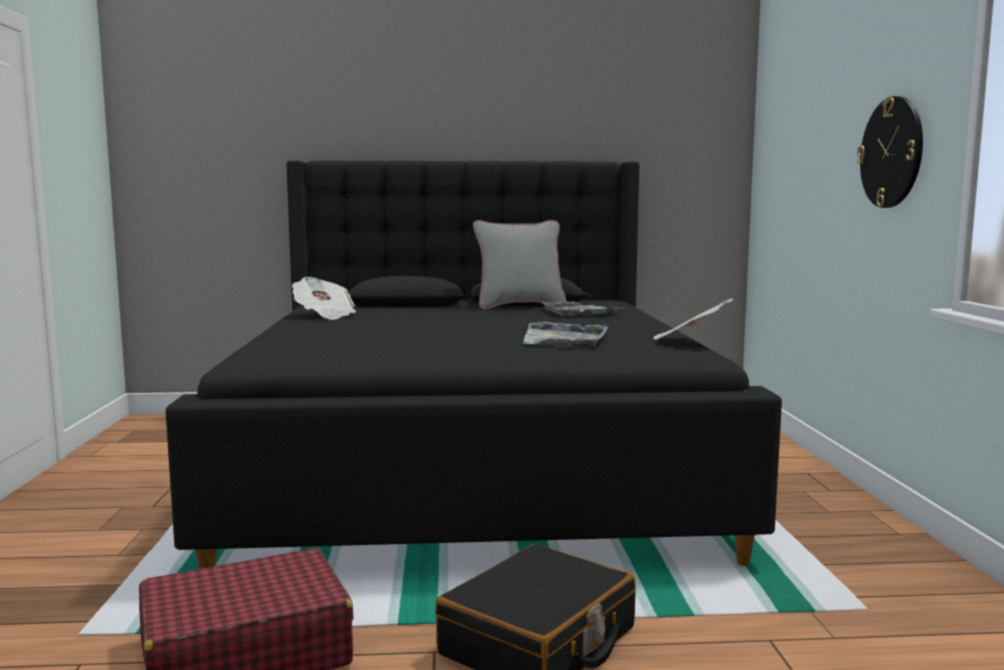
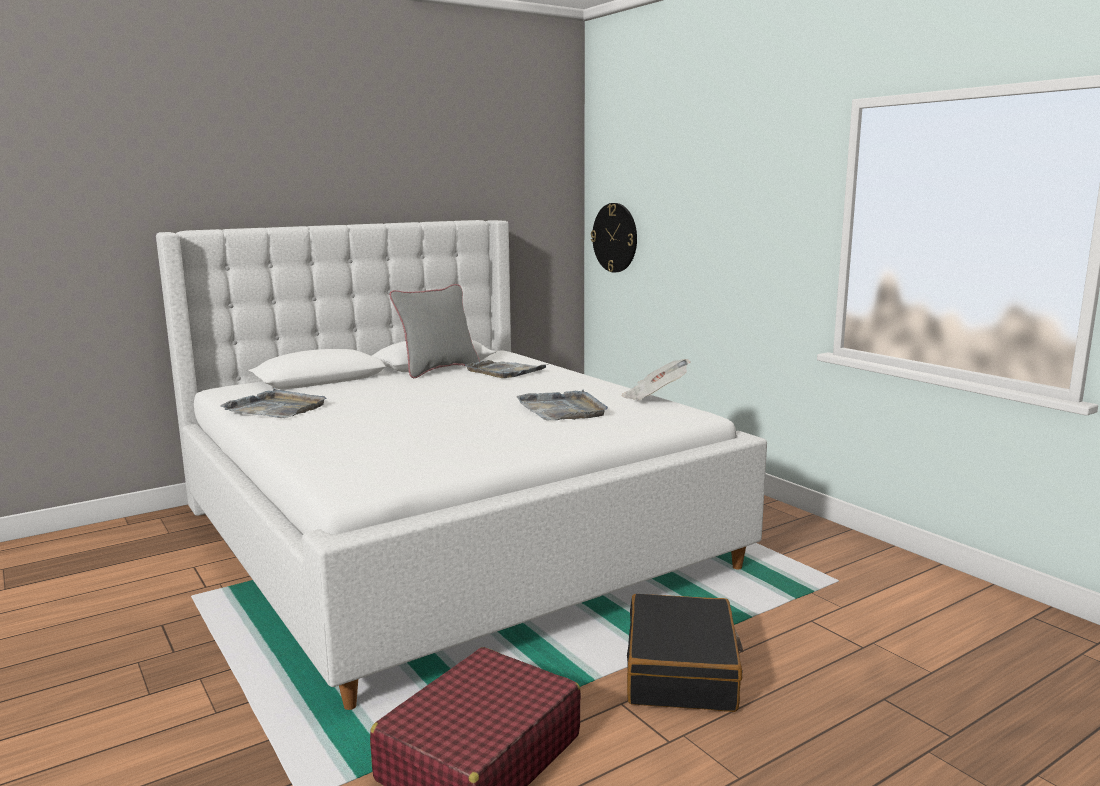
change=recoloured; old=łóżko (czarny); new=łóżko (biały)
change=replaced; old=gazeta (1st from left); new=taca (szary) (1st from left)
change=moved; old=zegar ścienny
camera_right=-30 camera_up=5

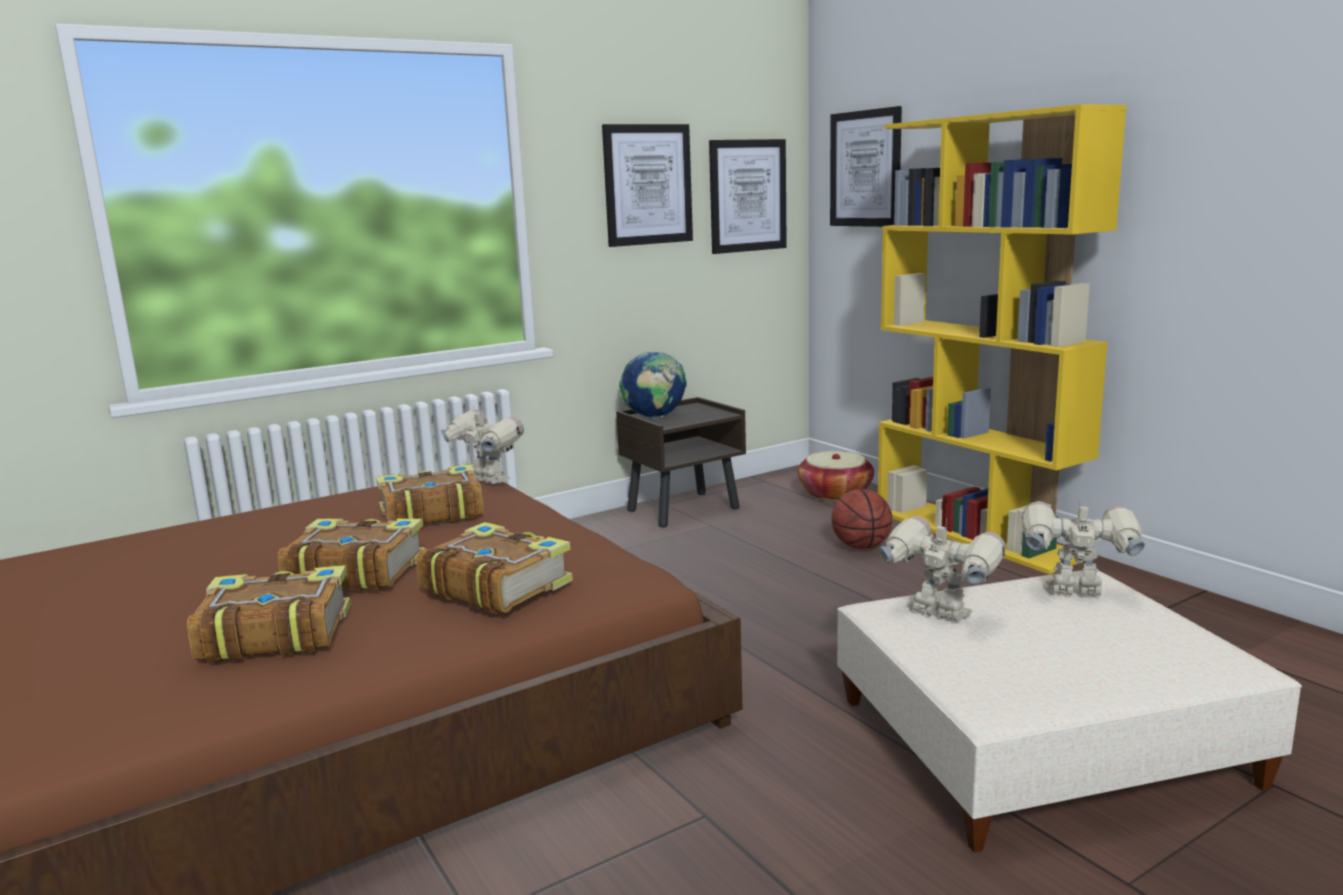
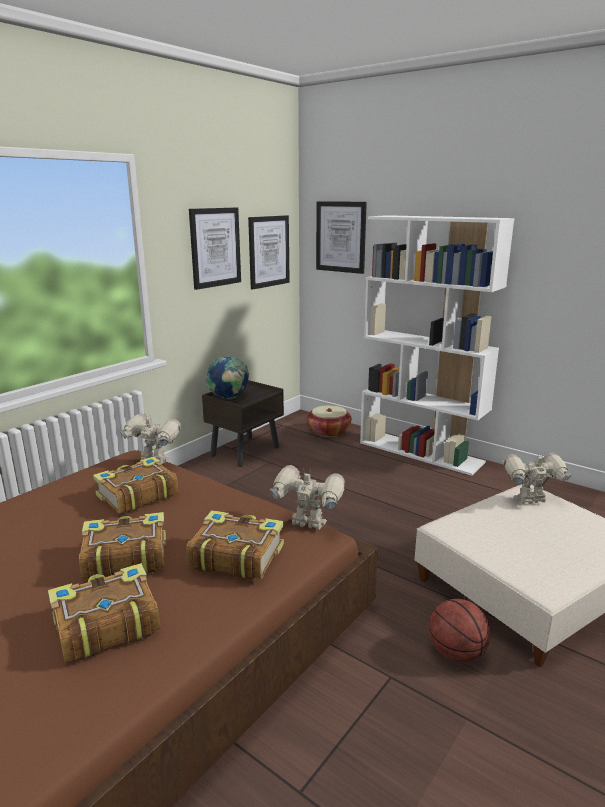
change=moved; old=robot zabawkowy (2nd from left)
change=recoloured; old=regał (żółty); new=regał (biały)
change=moved; old=piłka do koszykówki
camera_right=-20 camera_up=5

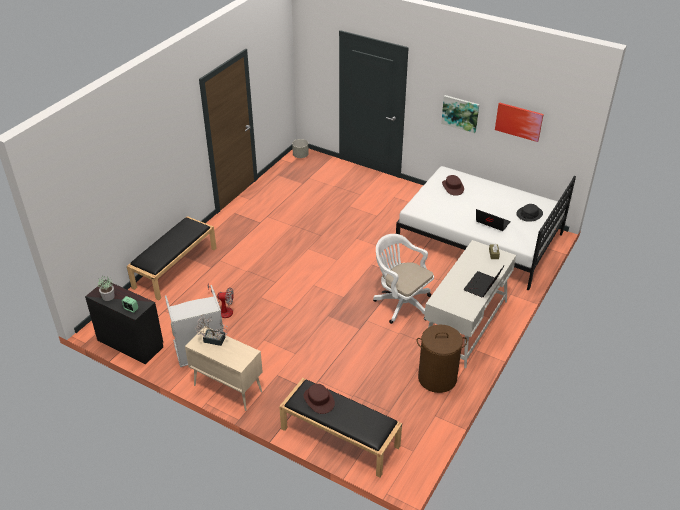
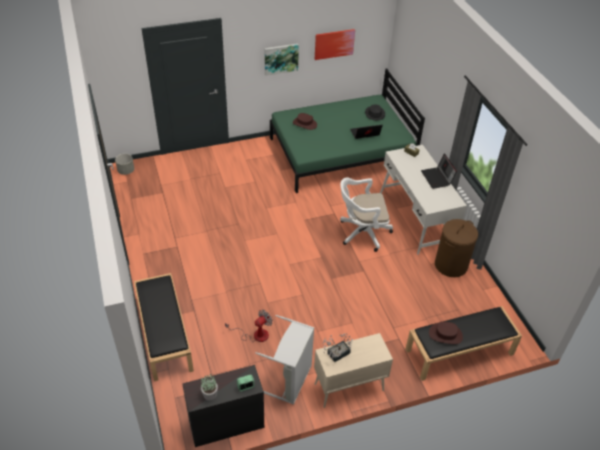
change=recoloured; old=łóżko (biały); new=łóżko (zielony)
camera_right=-50 camera_up=5

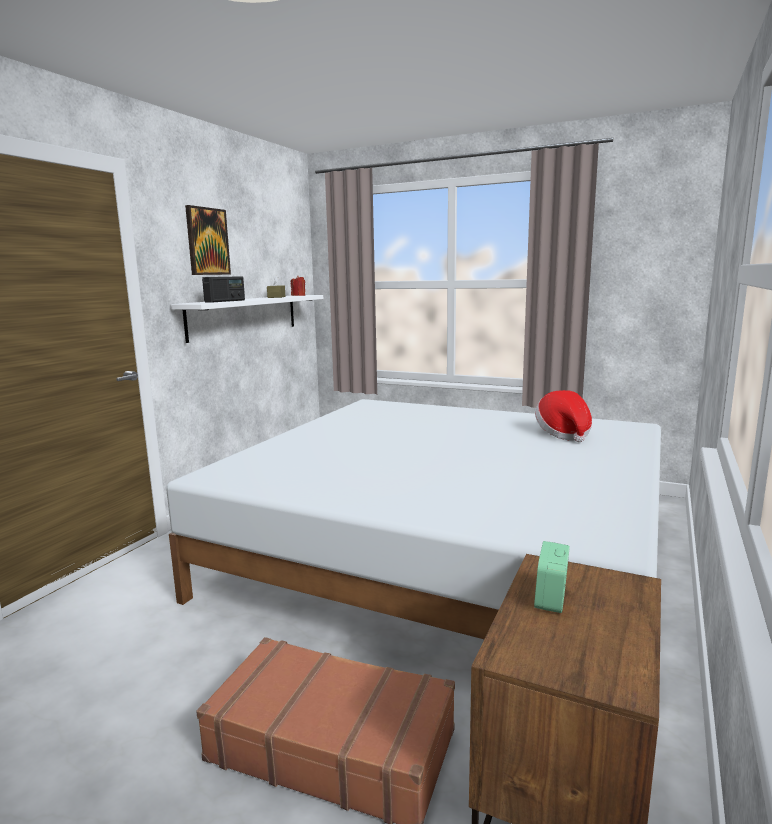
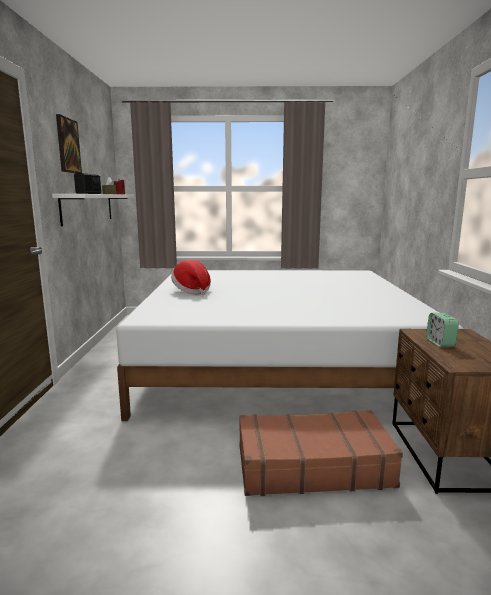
change=moved; old=kapelusz
camera_right=-25 camera_up=0

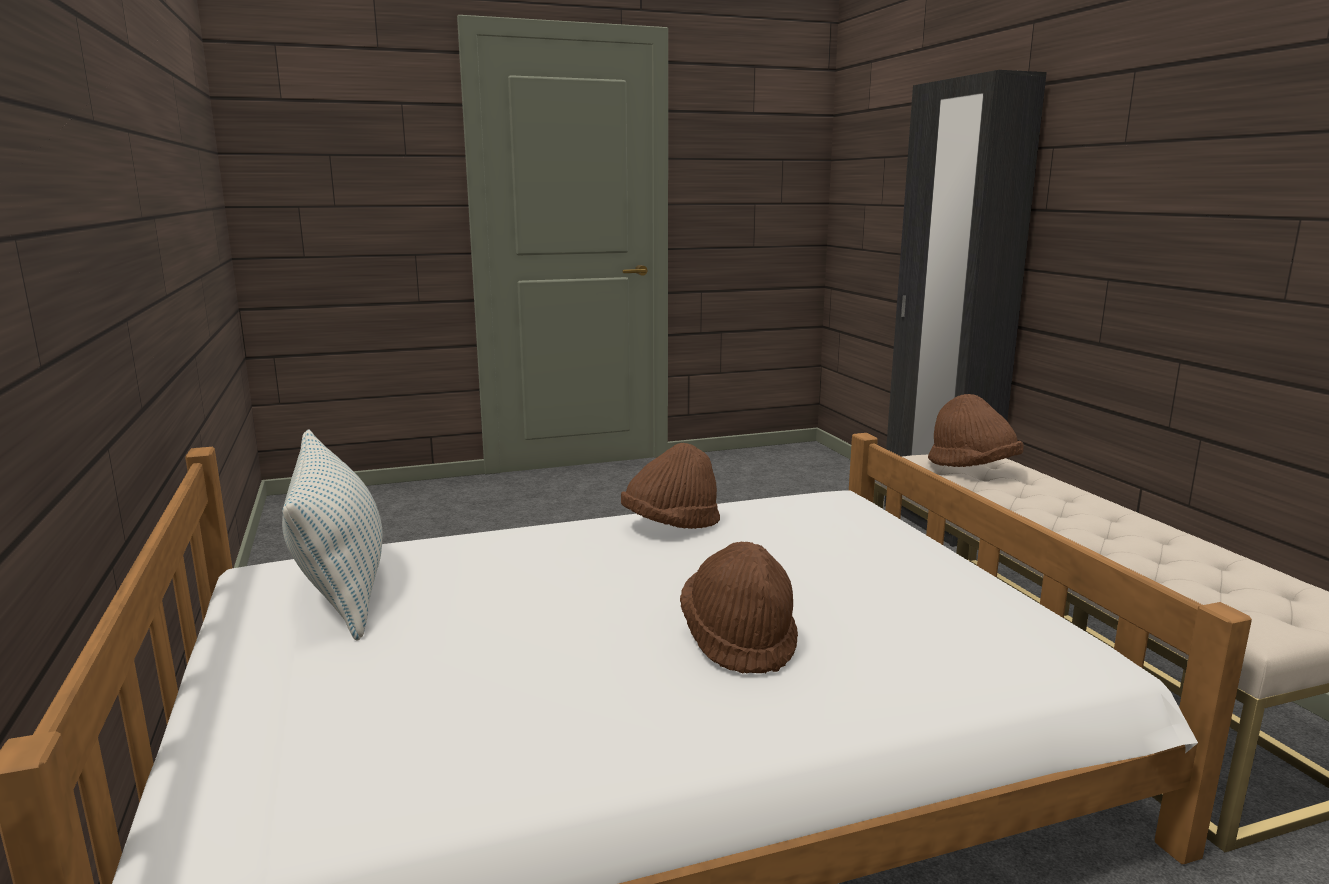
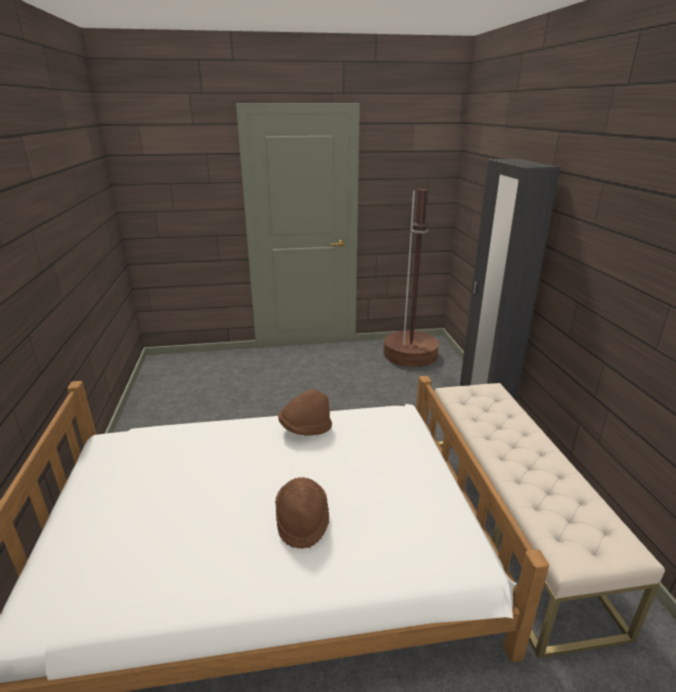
change=added; new=lampa stojąca (brązowy)
change=removed; old=poduszka
change=removed; old=kapelusz (brązowy) (3rd from left)
camera_right=10 camera_up=10

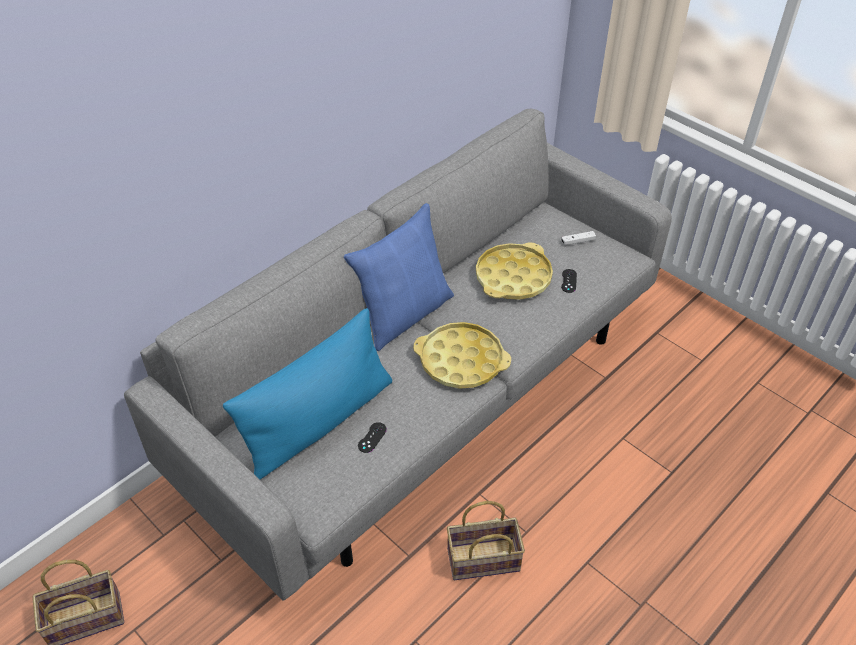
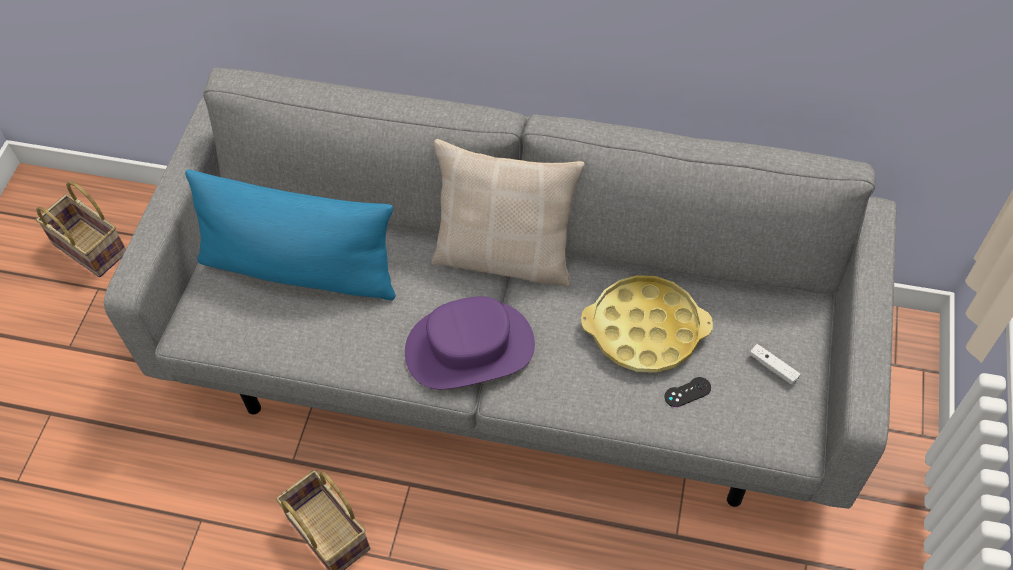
change=replaced; old=taca (żółty) (1st from left); new=kapelusz (fioletowy)
change=recoloured; old=poduszka (niebieski) (2nd from left); new=poduszka (beżowy)
change=removed; old=pad do gier (czarny) (1st from left)
camera_right=60 camera_up=10

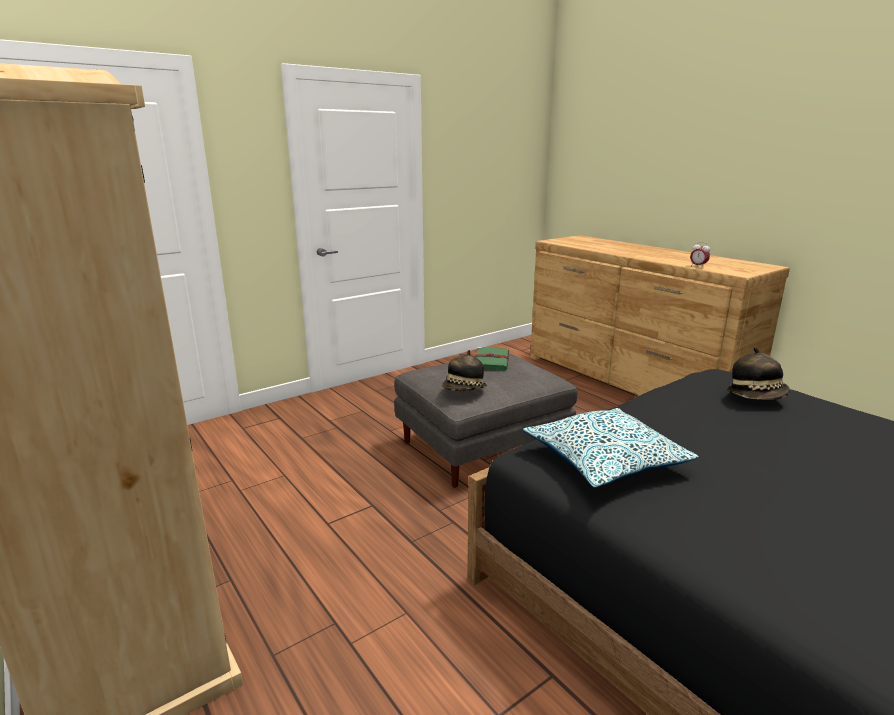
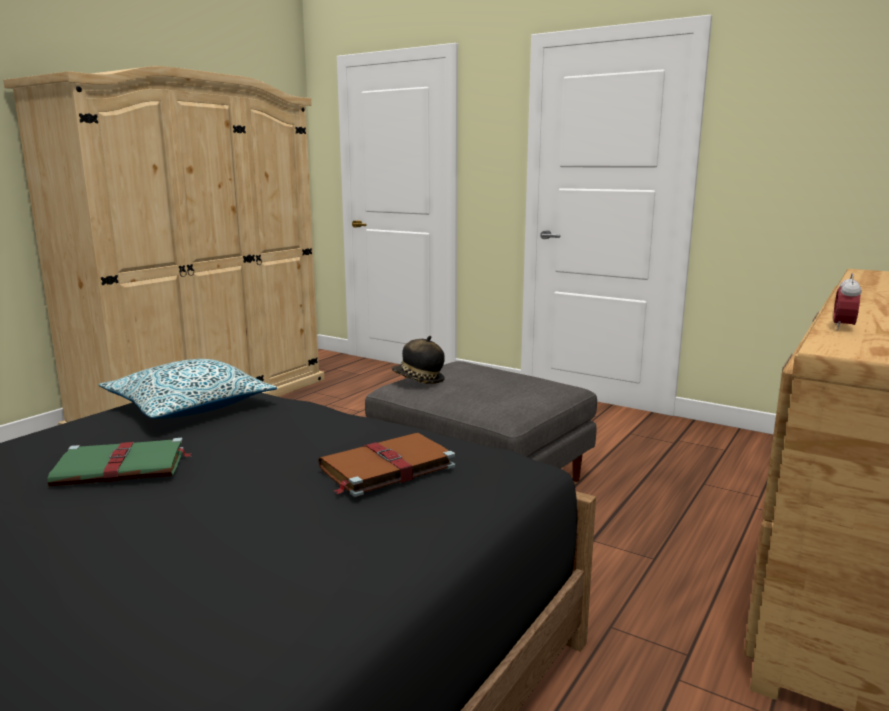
change=moved; old=książka (zielony)
change=replaced; old=kapelusz (2nd from left); new=książka (brązowy)
camera_right=70 camera_up=-5

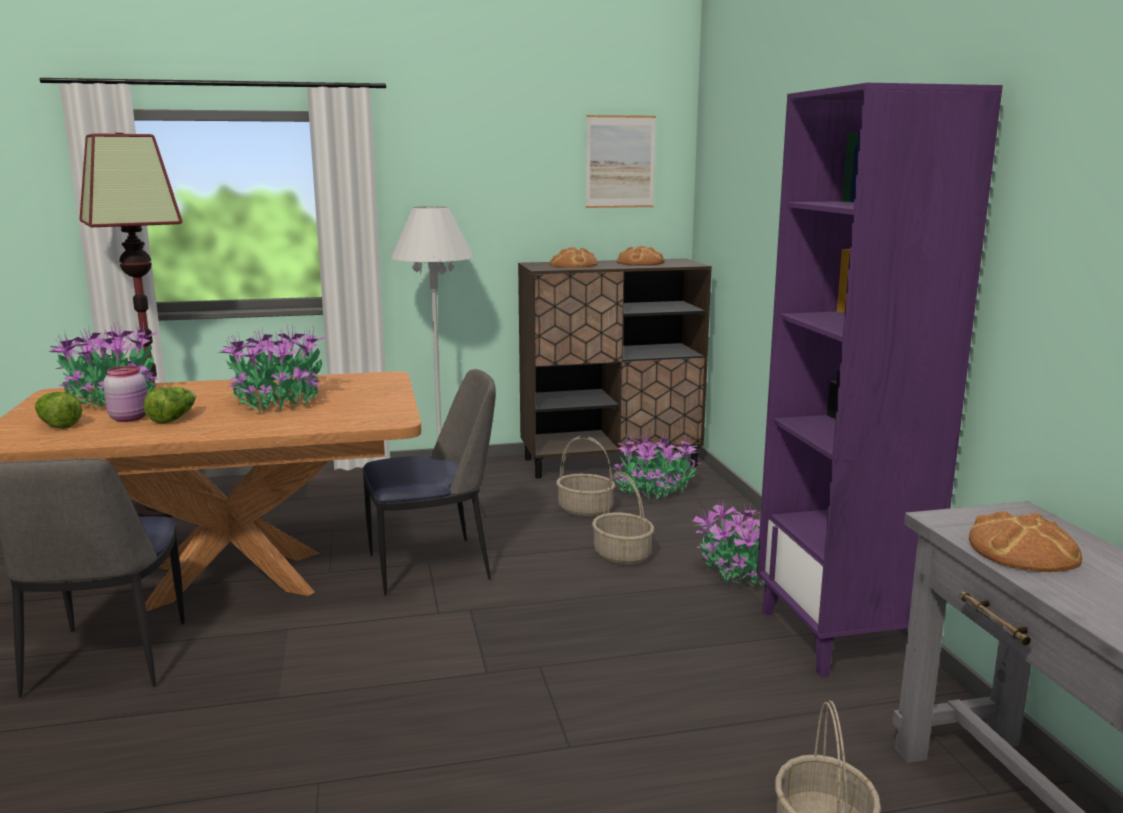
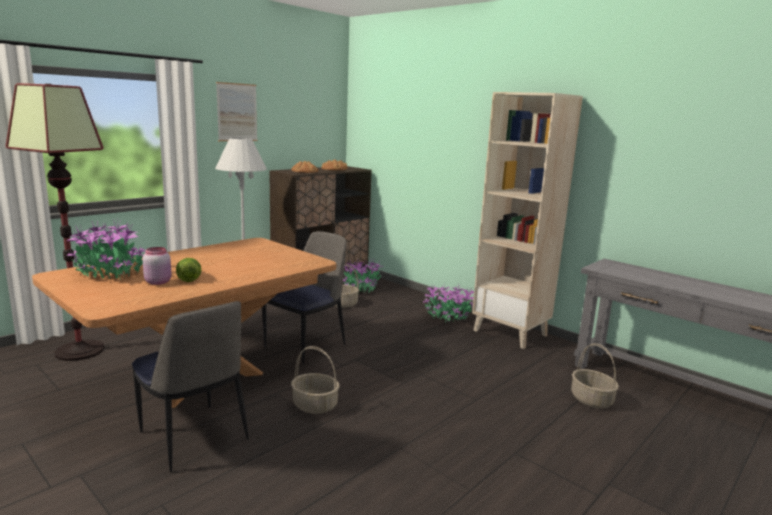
change=moved; old=obraz
change=moved; old=koszyk (2nd from left in the first image); new=koszyk (1st from left)
change=recoloured; old=regał (fioletowy); new=regał (beżowy)
change=removed; old=sałata (1st from left)
change=removed; old=roślina doniczkowa (2nd from left)
change=removed; old=chleb (3rd from left)
camera_right=-35 camera_up=0

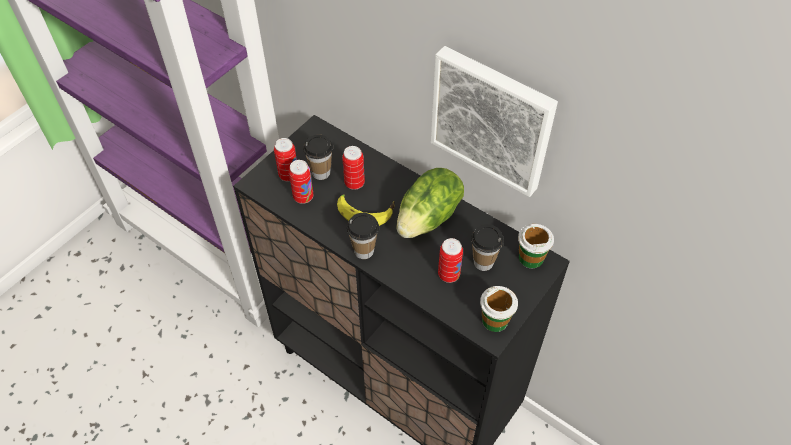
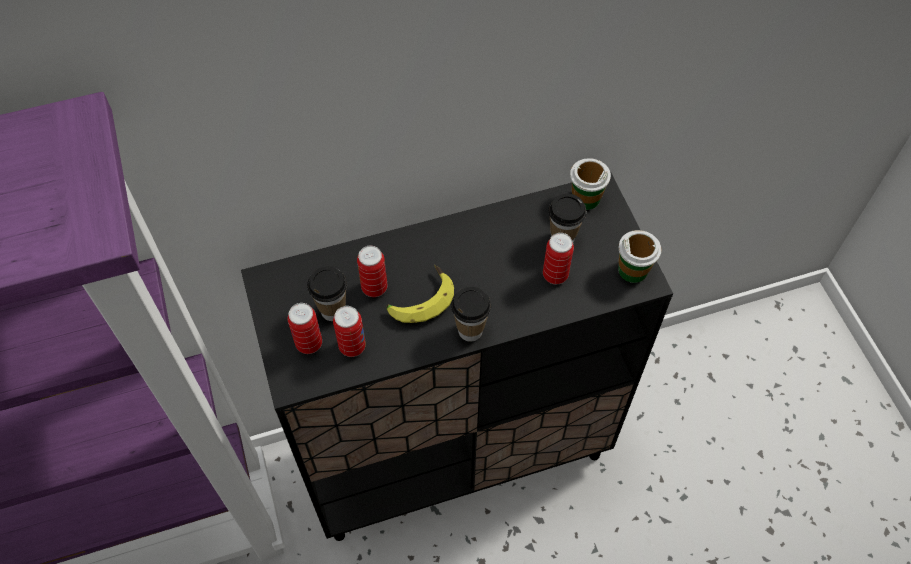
change=removed; old=sałata
change=removed; old=obraz
camera_right=-55 camera_up=5

